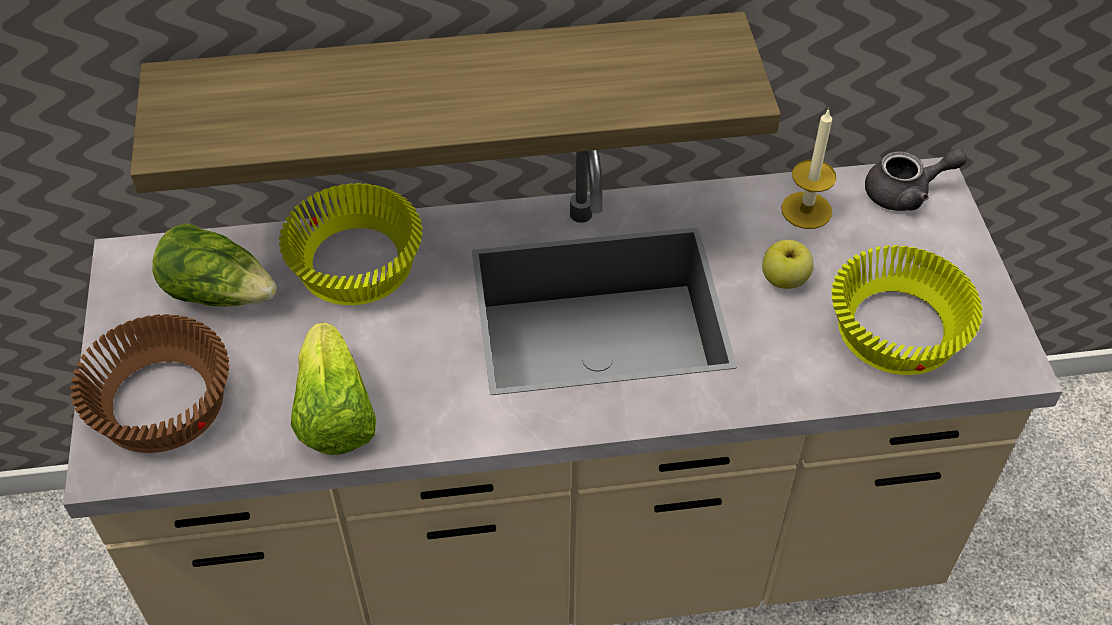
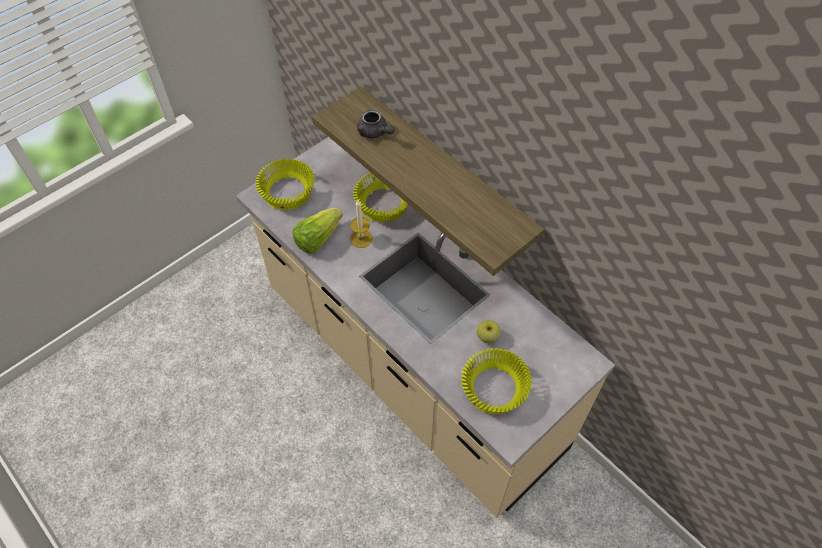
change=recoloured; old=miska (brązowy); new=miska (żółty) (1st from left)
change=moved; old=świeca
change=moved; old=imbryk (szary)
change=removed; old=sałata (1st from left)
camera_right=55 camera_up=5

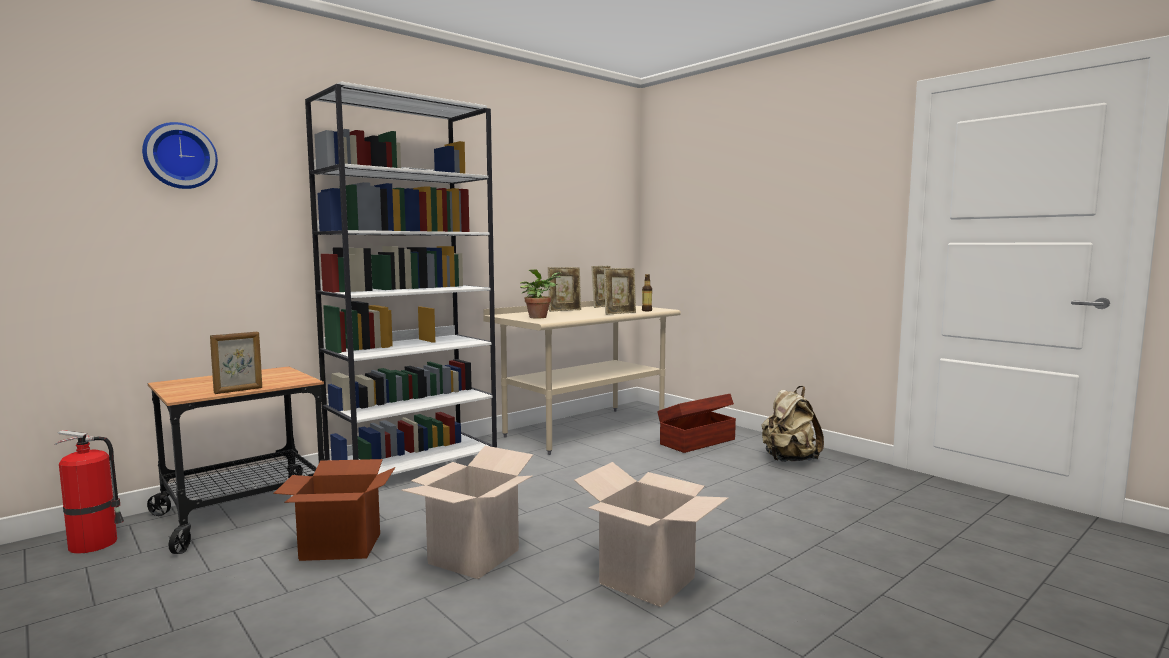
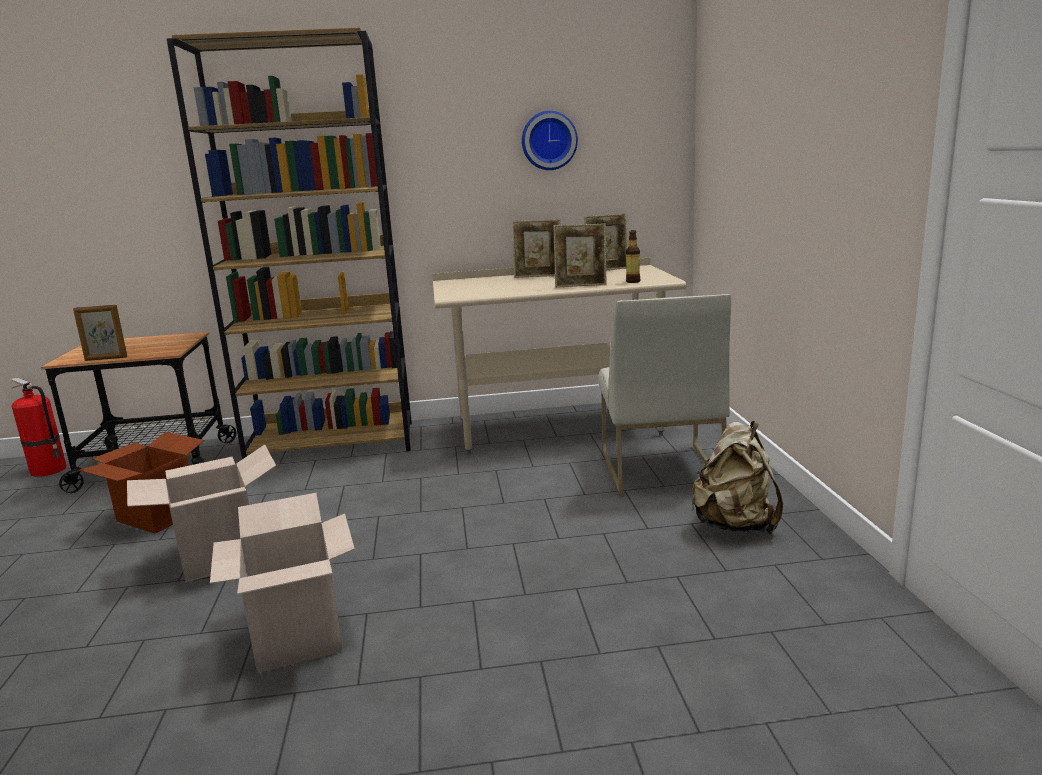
change=recoloured; old=regał (biały); new=regał (brązowy)
change=moved; old=zegar ścienny
change=replaced; old=pojemnik do przechowywania (brązowy); new=krzesło (biały)
change=removed; old=roślina doniczkowa
camera_right=35 camera_up=10

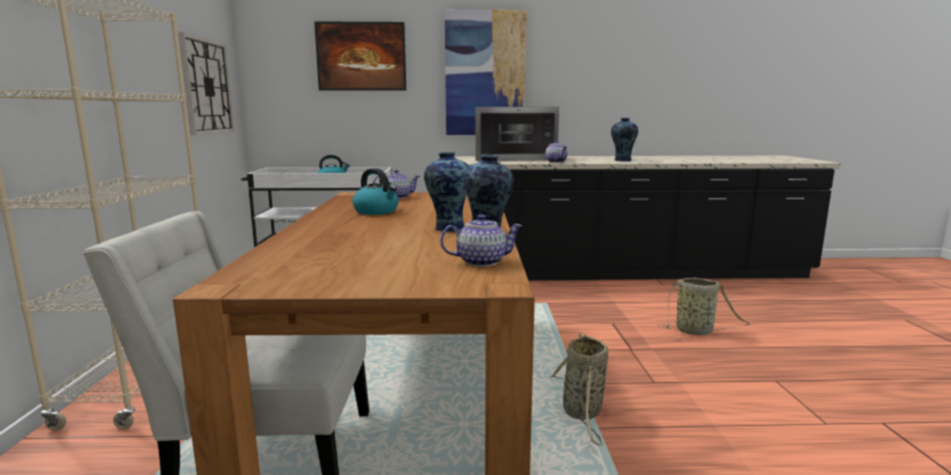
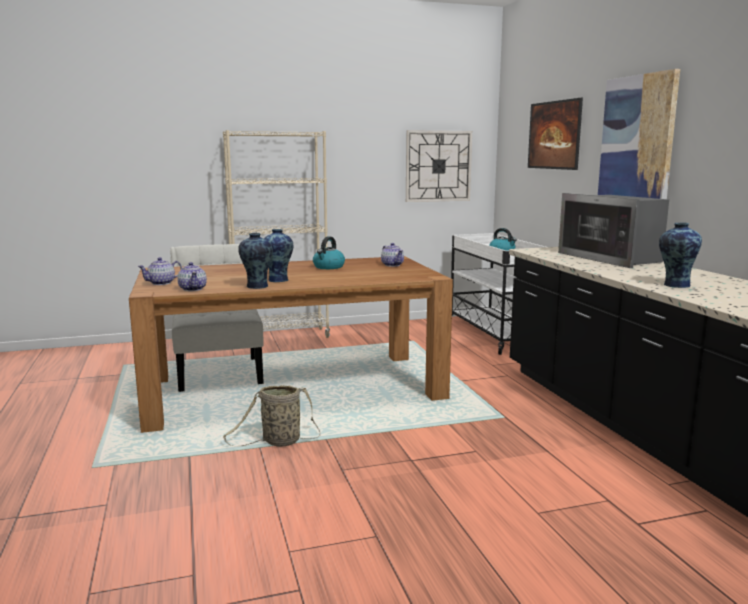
change=moved; old=imbryk (3rd from left in the first image); new=imbryk (1st from left)
change=removed; old=koszyk (2nd from left)
camera_right=75 camera_up=0

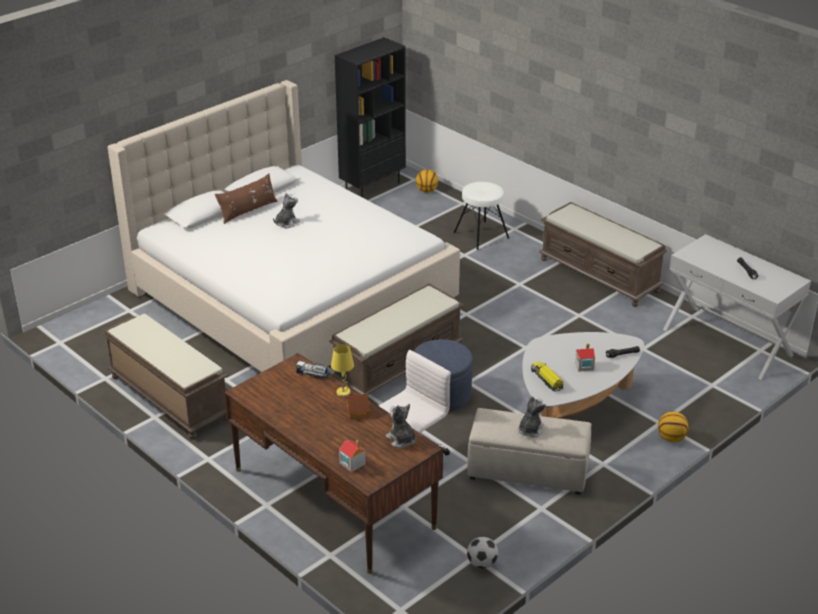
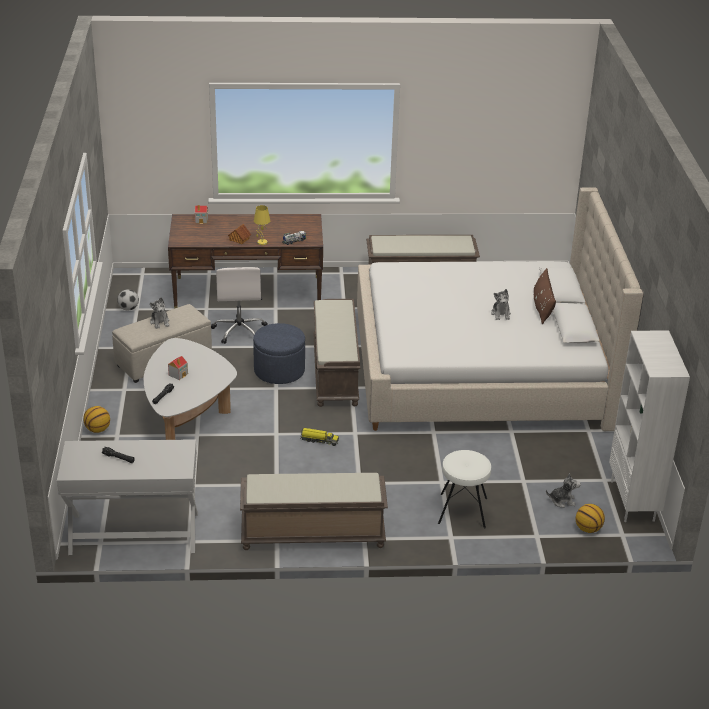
change=moved; old=ciężarówka zabawkowa (2nd from left)
change=moved; old=pluszak (2nd from left in the first image); new=pluszak (3rd from left)
change=recoloured; old=regał (czarny); new=regał (biały)
camera_right=130 camera_up=0

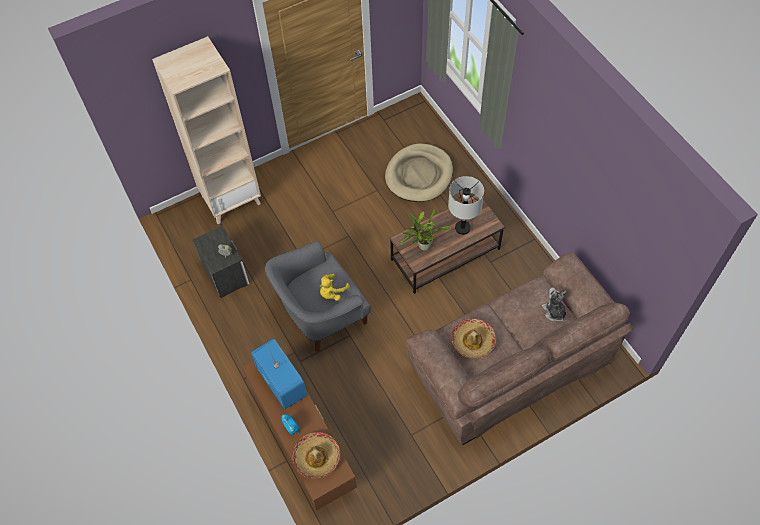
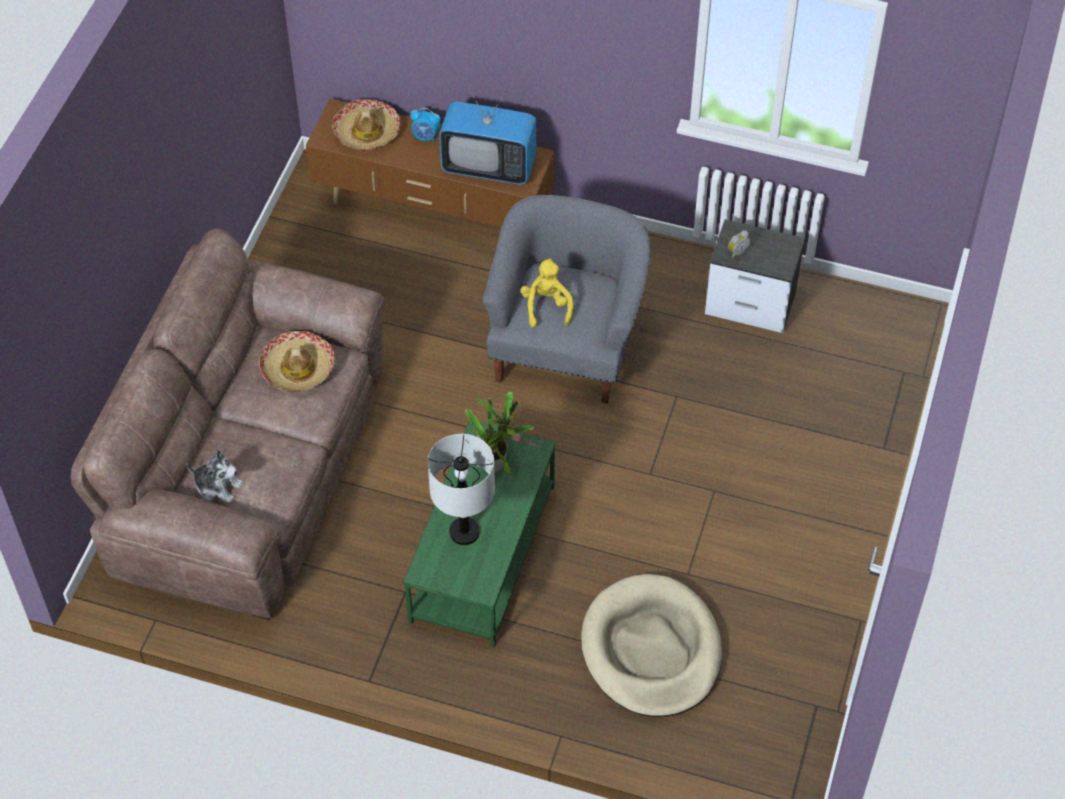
change=recoloured; old=ława (brązowy); new=ława (zielony)
change=removed; old=regał (beżowy)
camera_right=135 camera_up=-5

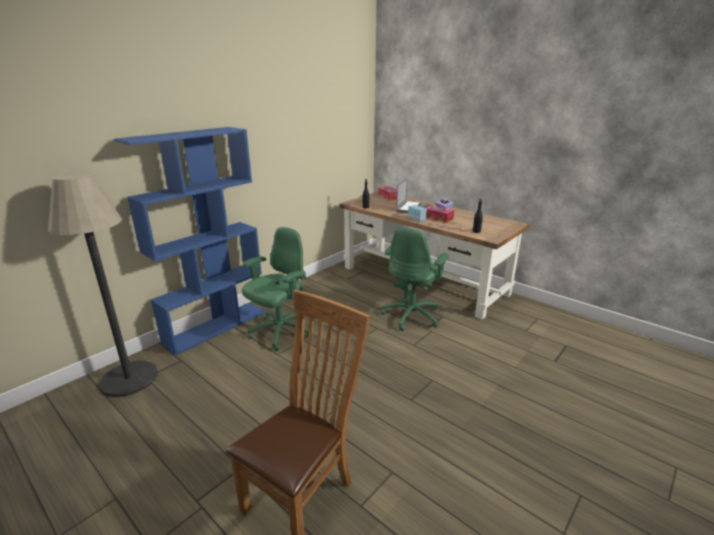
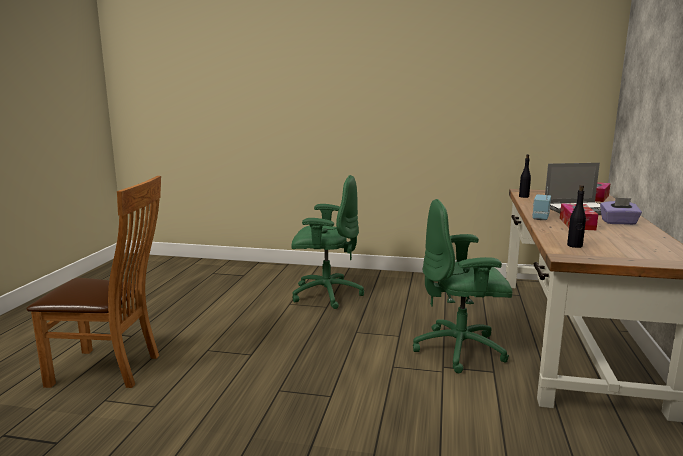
change=removed; old=lampa stojąca
change=removed; old=regał (niebieski)
camera_right=60 camera_up=-10

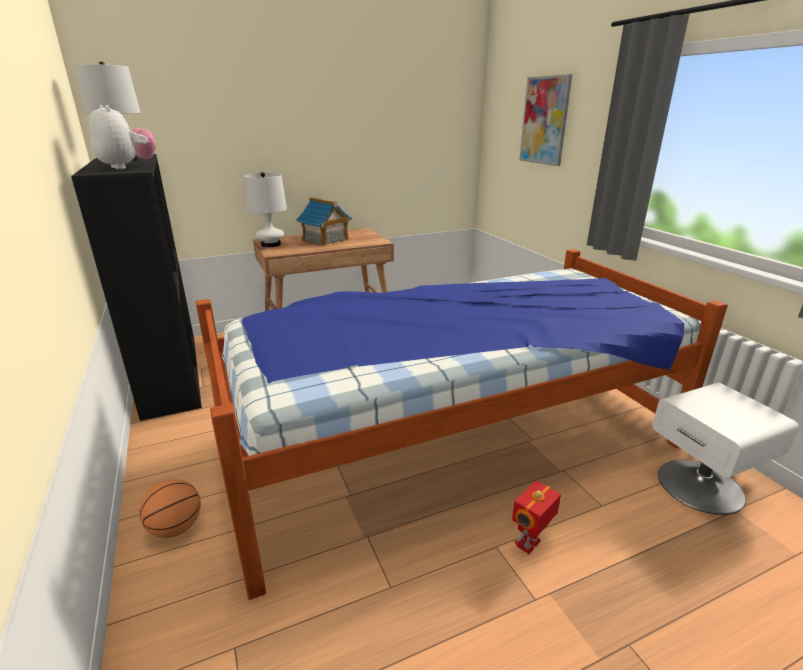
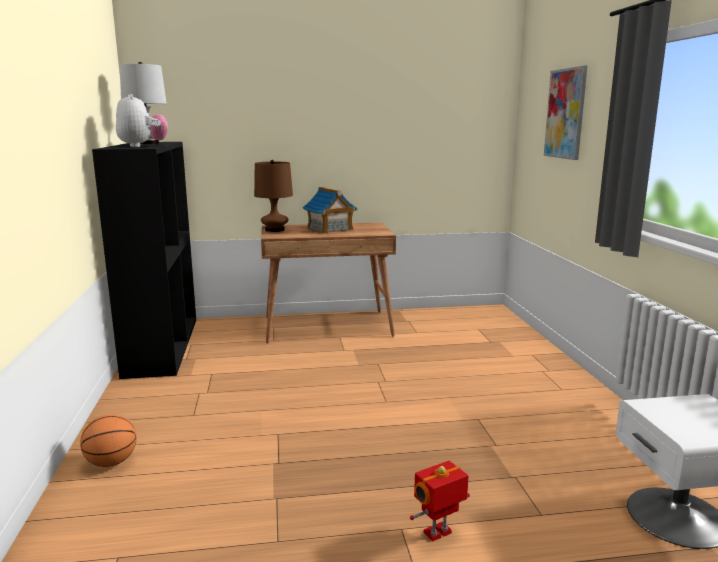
change=recoloured; old=lampa stołowa (biały) (2nd from left); new=lampa stołowa (brązowy)
change=removed; old=łóżko
camera_right=15 camera_up=-10

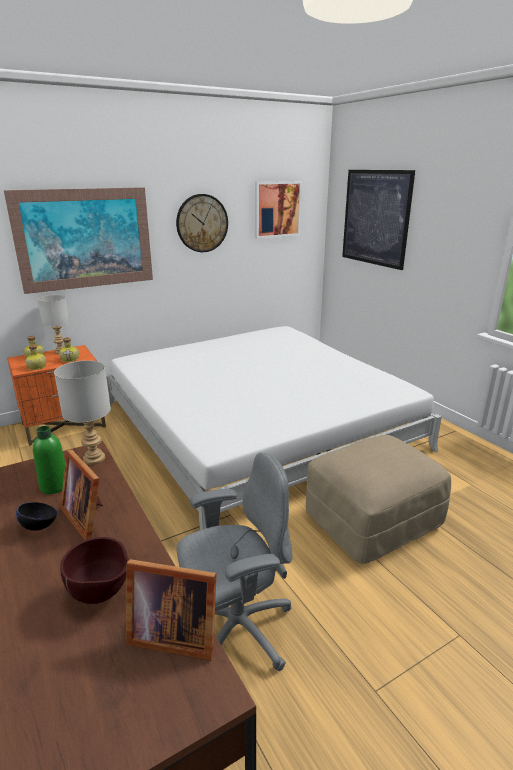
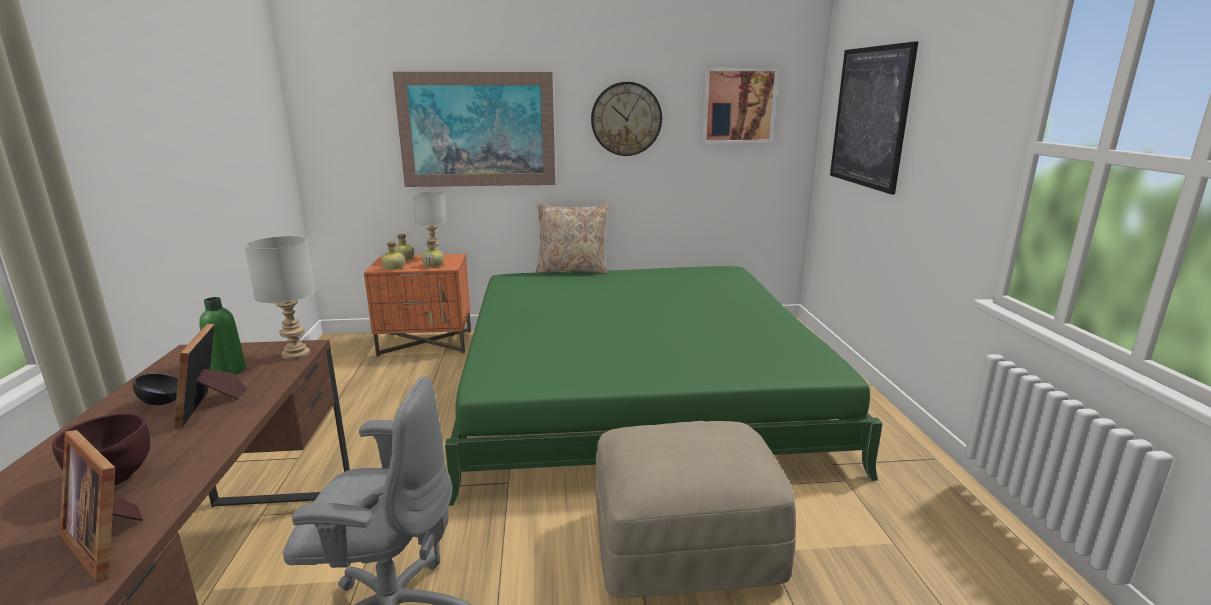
change=recoloured; old=łóżko (biały); new=łóżko (zielony)
change=added; new=poduszka (beżowy)
camera_right=25 camera_up=-5

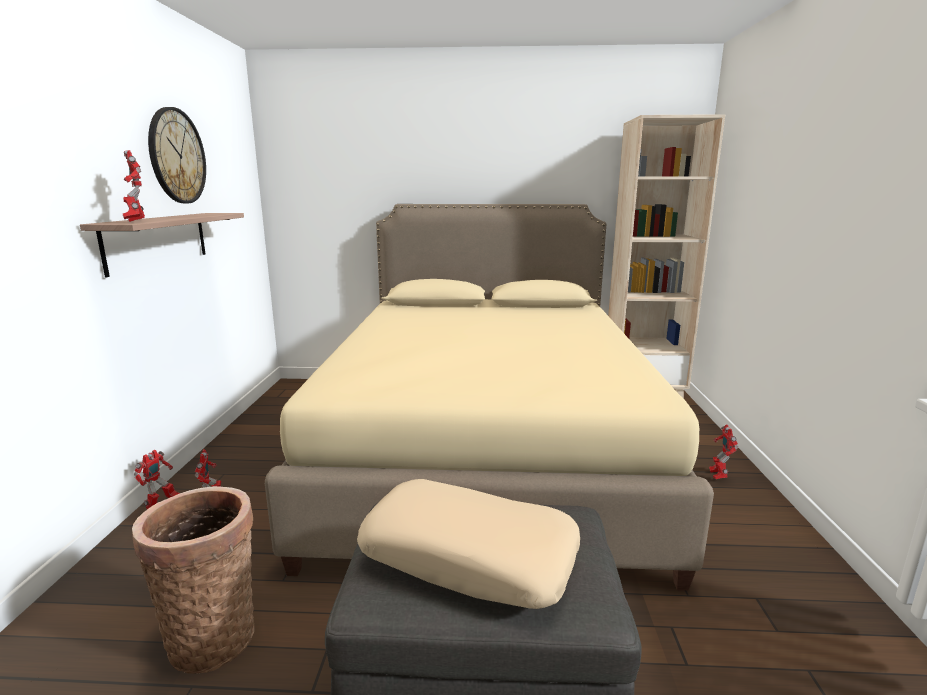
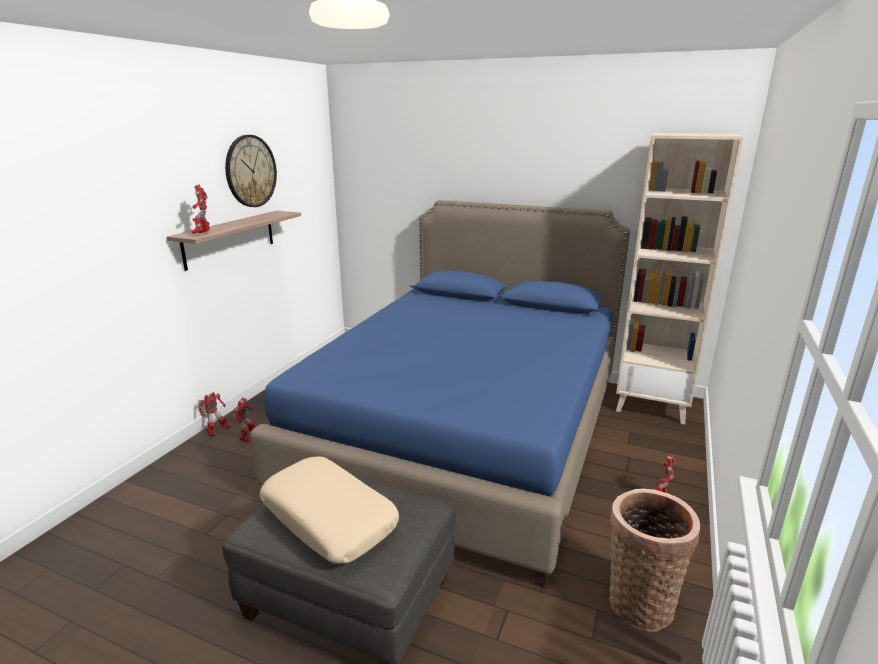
change=recoloured; old=łóżko (beżowy); new=łóżko (niebieski)
change=moved; old=koszyk
camera_right=20 camera_up=5

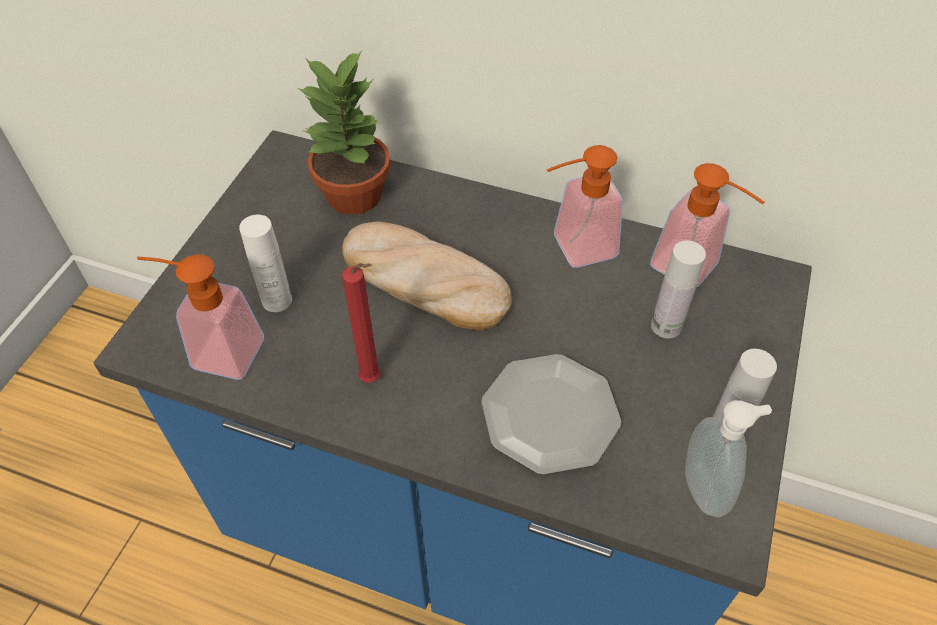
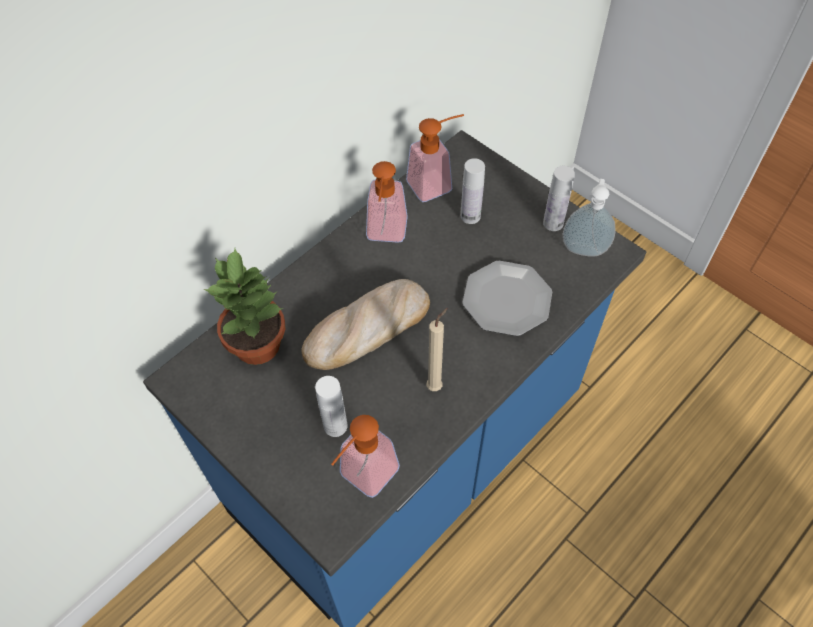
change=recoloured; old=świeca (czerwony); new=świeca (beżowy)
camera_right=-65 camera_up=5

